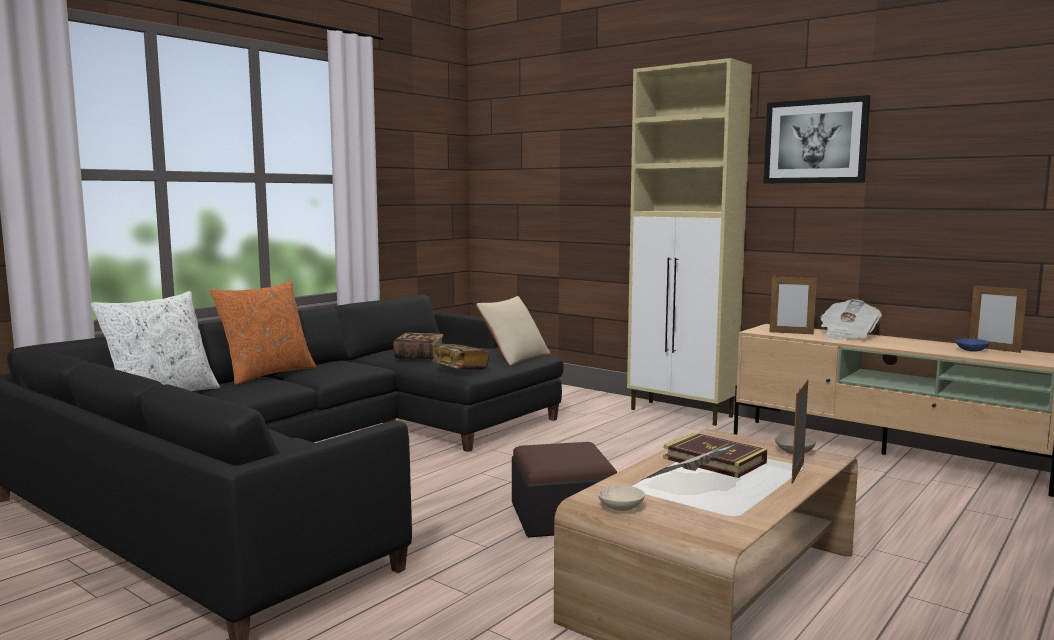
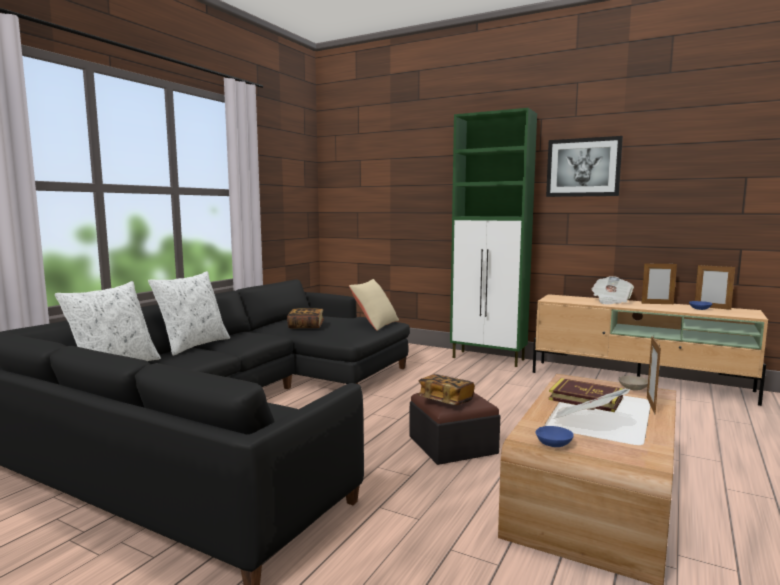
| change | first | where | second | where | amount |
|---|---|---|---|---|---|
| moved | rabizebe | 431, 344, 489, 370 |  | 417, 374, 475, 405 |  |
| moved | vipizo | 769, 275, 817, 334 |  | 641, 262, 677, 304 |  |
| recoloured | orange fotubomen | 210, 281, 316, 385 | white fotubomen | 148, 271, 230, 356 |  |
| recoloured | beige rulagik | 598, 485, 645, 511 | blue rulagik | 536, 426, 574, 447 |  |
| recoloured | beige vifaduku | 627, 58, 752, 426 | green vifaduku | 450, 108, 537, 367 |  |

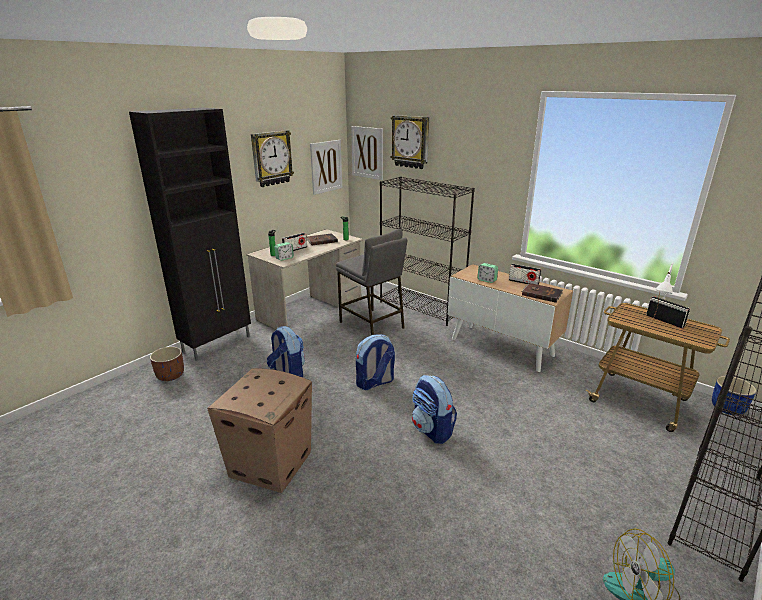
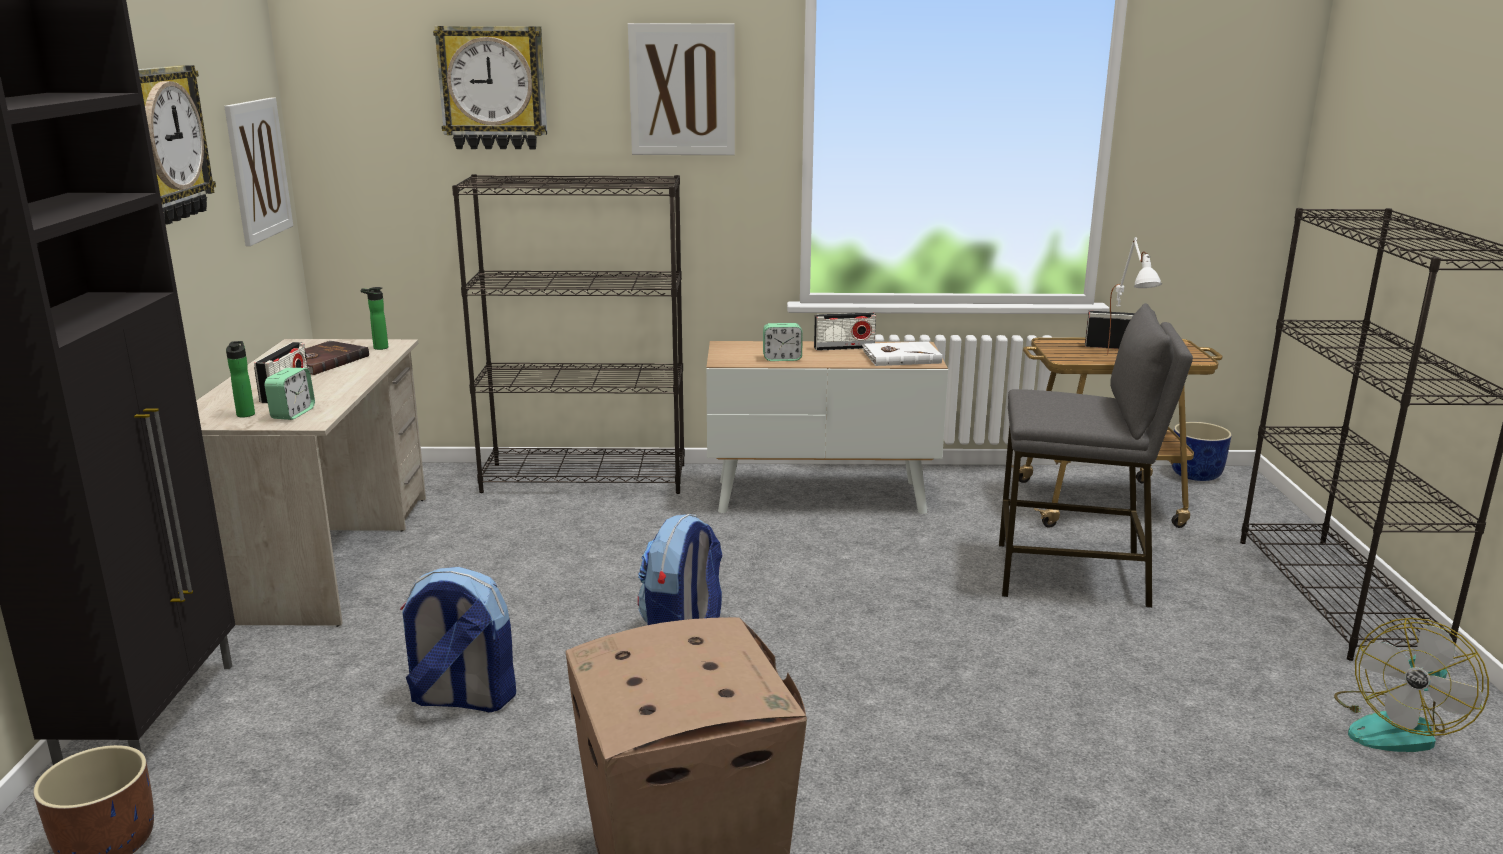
| change | first | where | second | where | amount |
|---|---|---|---|---|---|
| removed | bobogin | 412, 375, 457, 444 |  |  |  |
| moved | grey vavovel | 336, 229, 407, 335 |  | 999, 303, 1193, 608 |  |
| moved | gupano | 351, 126, 383, 180 |  | 628, 23, 735, 155 |  |
| recoloured | brown rabizebe | 522, 283, 563, 303 | white rabizebe | 862, 341, 942, 366 |  |

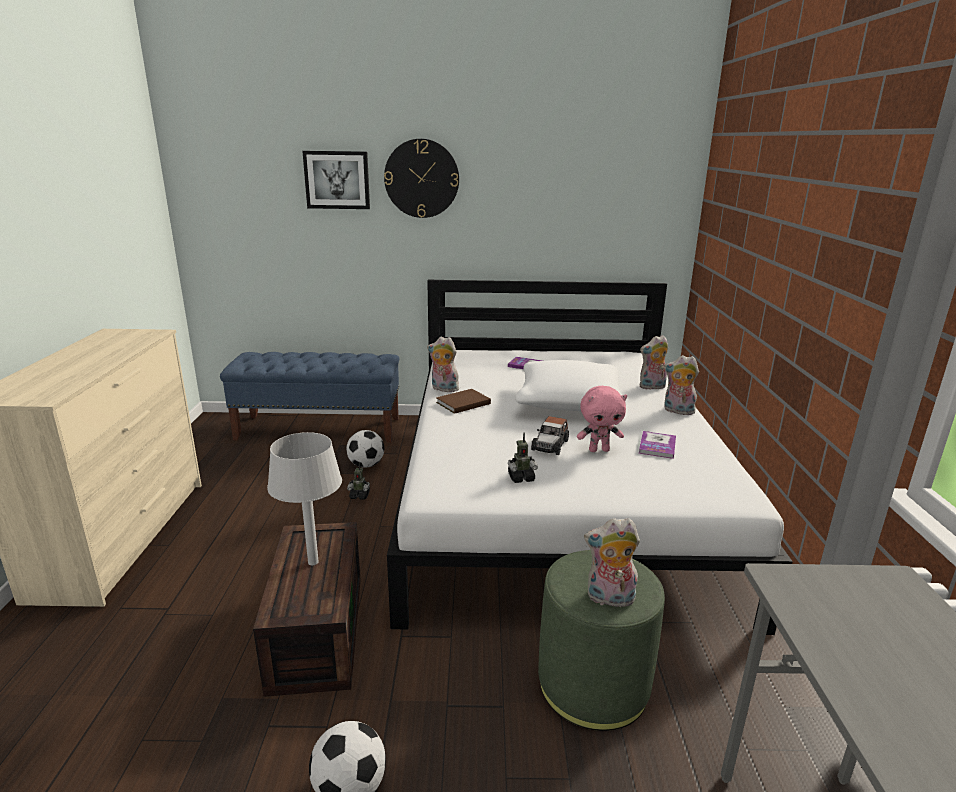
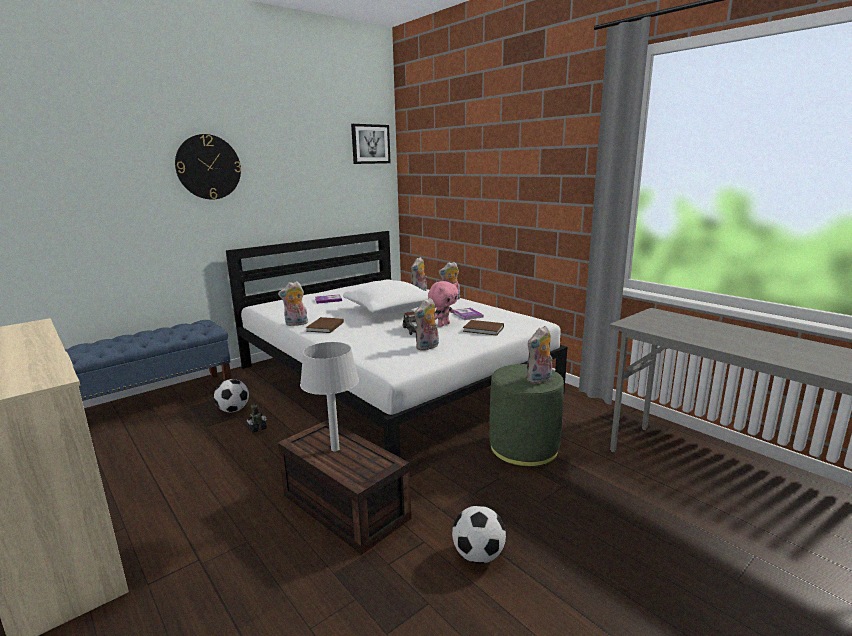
| change | first | where | second | where | amount |
|---|---|---|---|---|---|
| added |  |  | brown rabizebe | 463, 320, 504, 336 |  |
| moved | gupano | 302, 151, 370, 209 |  | 351, 124, 391, 164 |  |
| replaced | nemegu | 508, 432, 538, 483 | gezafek | 414, 298, 439, 351 |  |

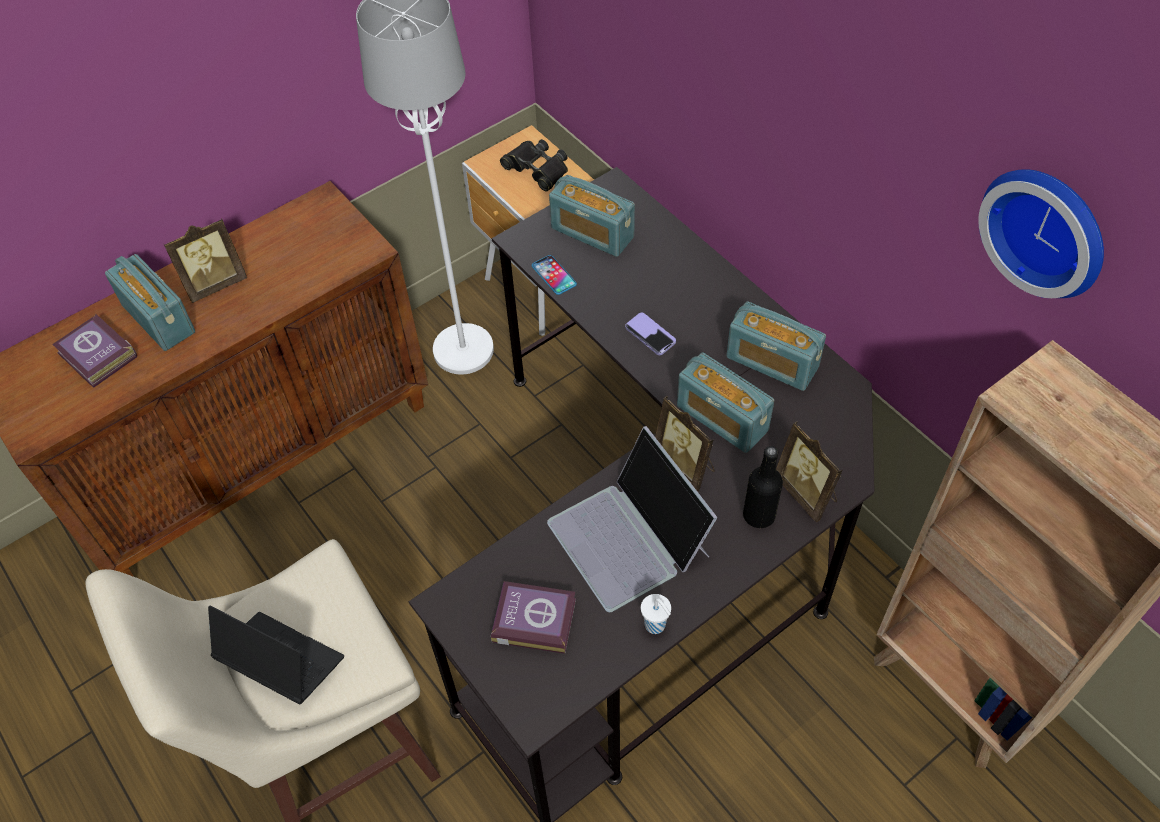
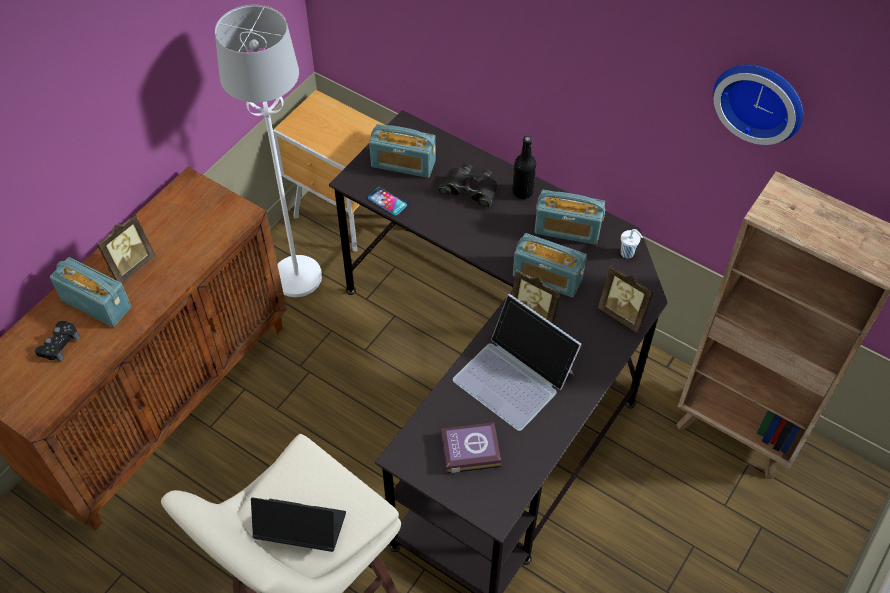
| change | first | where | second | where | amount |
|---|---|---|---|---|---|
| removed | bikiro | 625, 313, 676, 355 |  |  |  |
| moved | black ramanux | 500, 139, 568, 192 |  | 438, 164, 498, 208 |  |
| moved | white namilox | 641, 594, 671, 634 |  | 621, 229, 643, 258 |  |
| moved | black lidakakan | 743, 446, 783, 528 |  | 512, 136, 536, 199 |  |
| replaced | rabizebe | 52, 313, 137, 388 | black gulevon | 34, 321, 81, 362 |  |

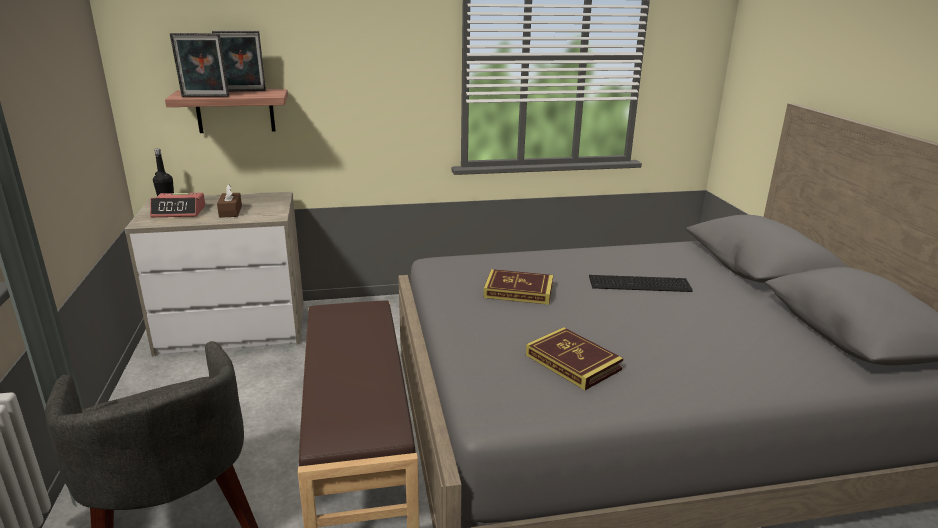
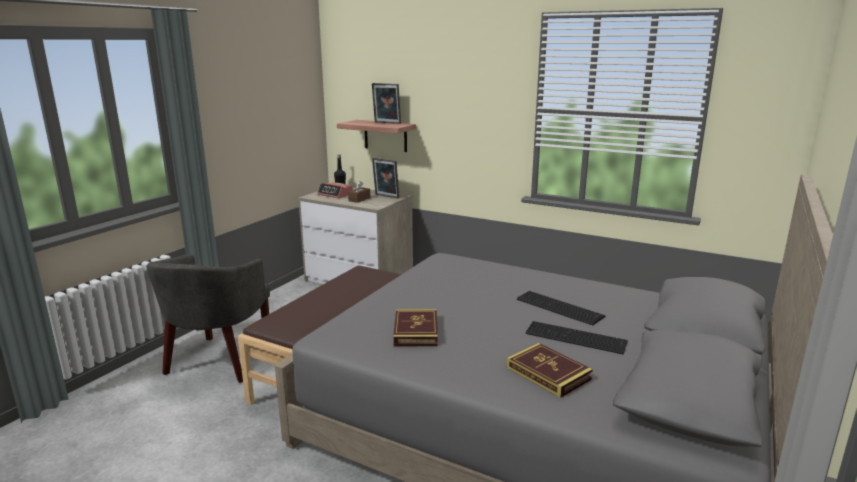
| change | first | where | second | where | amount |
|---|---|---|---|---|---|
| added |  |  | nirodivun | 526, 321, 628, 354 |  |
| moved | vipizo | 170, 33, 229, 97 |  | 372, 158, 399, 198 |  |
| moved | rabizebe | 484, 269, 553, 305 |  | 507, 343, 593, 398 |  |

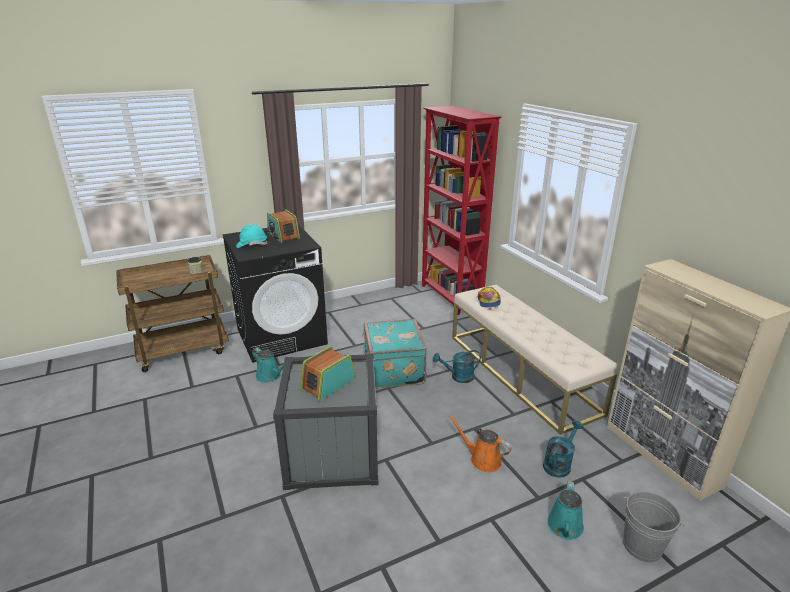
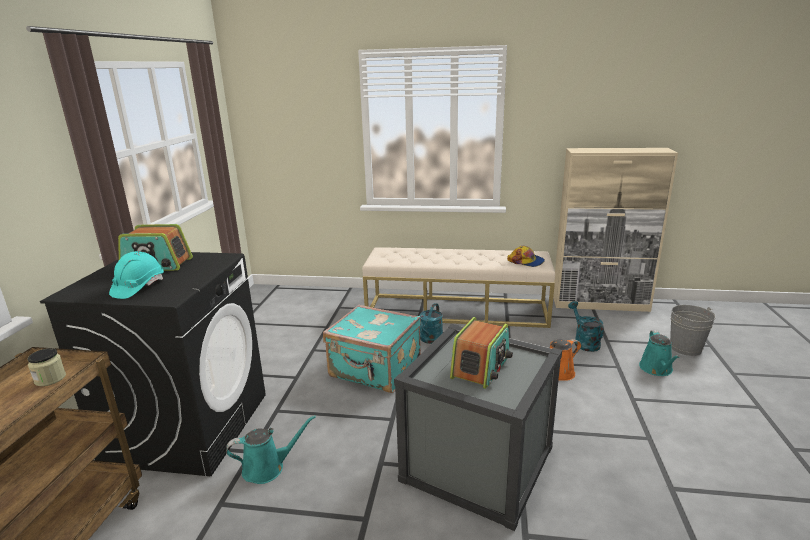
| change | first | where | second | where | amount |
|---|---|---|---|---|---|
| removed | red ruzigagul | 422, 106, 501, 315 |  |  |  |
| moved | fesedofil | 478, 287, 501, 307 |  | 507, 246, 545, 267 |  |
| turned | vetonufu | 300, 346, 356, 401 |  | 450, 317, 513, 389 | 135 degrees counterclockwise |
| turned | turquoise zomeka | 547, 481, 584, 540 |  | 639, 330, 679, 376 | 45 degrees clockwise |

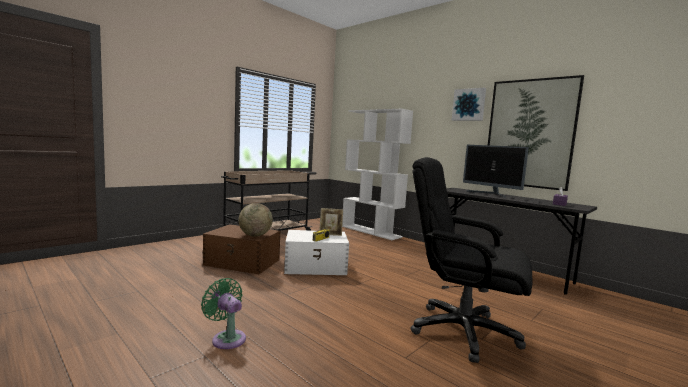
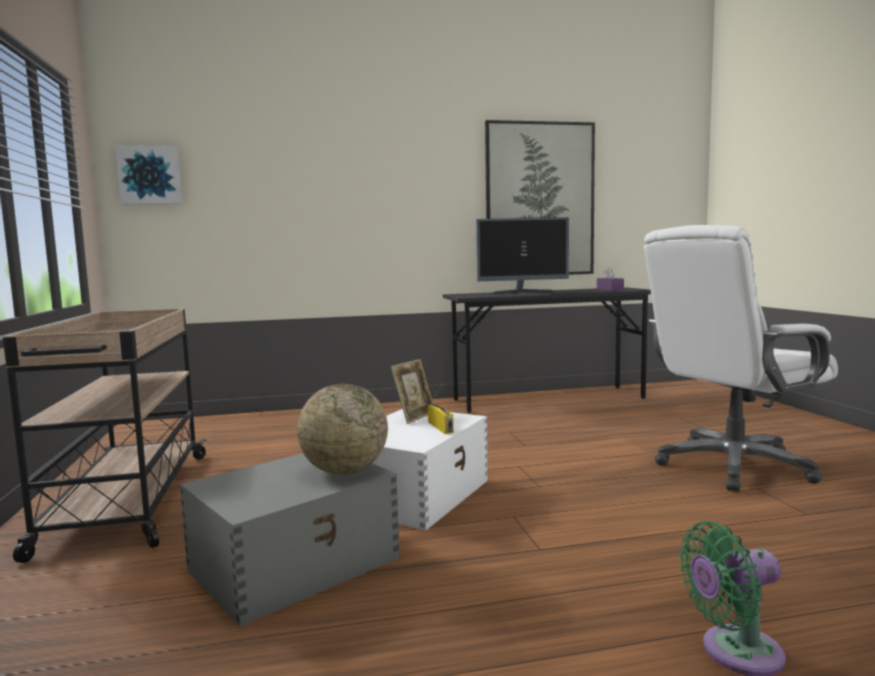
| change | first | where | second | where | amount |
|---|---|---|---|---|---|
| removed | white ruzigagul | 342, 109, 413, 240 |  |  |  |
| moved | gupano | 452, 87, 486, 121 |  | 115, 145, 183, 204 |  |
| recoloured | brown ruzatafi | 203, 224, 280, 274 | grey ruzatafi | 180, 453, 400, 627 |  |
| recoloured | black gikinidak | 410, 157, 533, 363 | white gikinidak | 644, 225, 838, 492 |  |

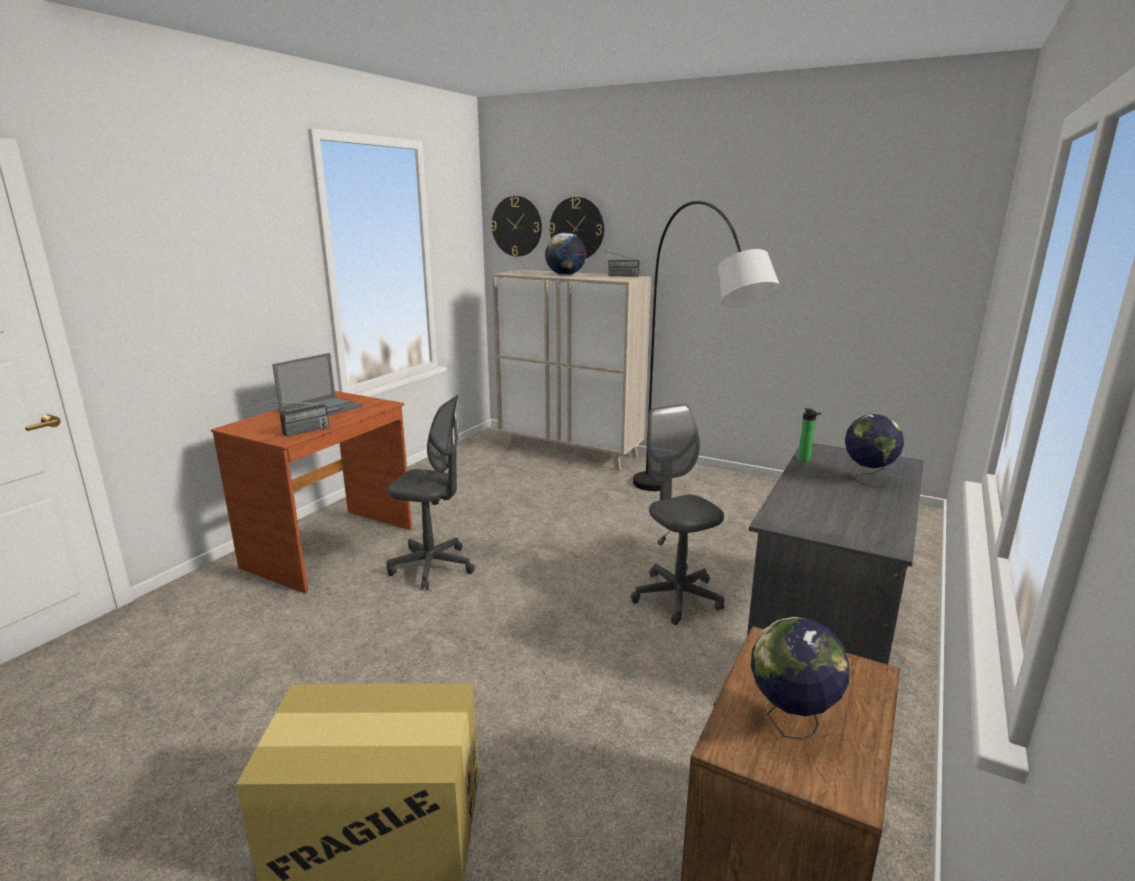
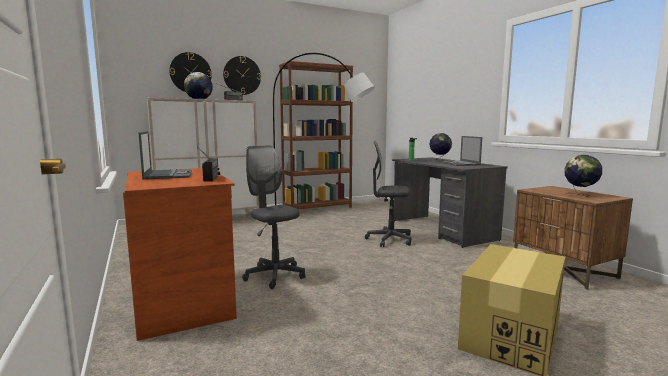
| change | first | where | second | where | amount |
|---|---|---|---|---|---|
| added |  |  | brown ruzigagul | 279, 61, 353, 209 |  |
| added |  |  | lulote | 439, 136, 482, 166 |  |
| moved | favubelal | 491, 196, 542, 257 |  | 223, 56, 261, 95 |  |
| turned | grey gikinidak | 386, 395, 475, 590 |  | 242, 145, 305, 289 | 90 degrees counterclockwise |

